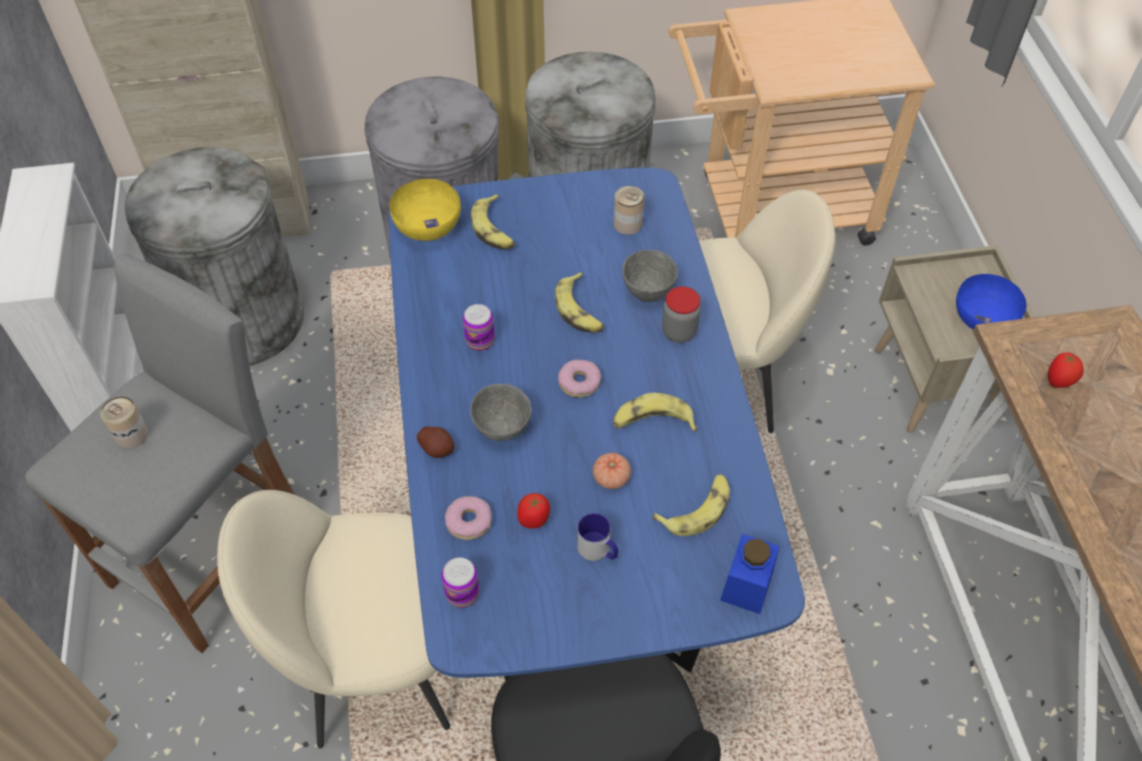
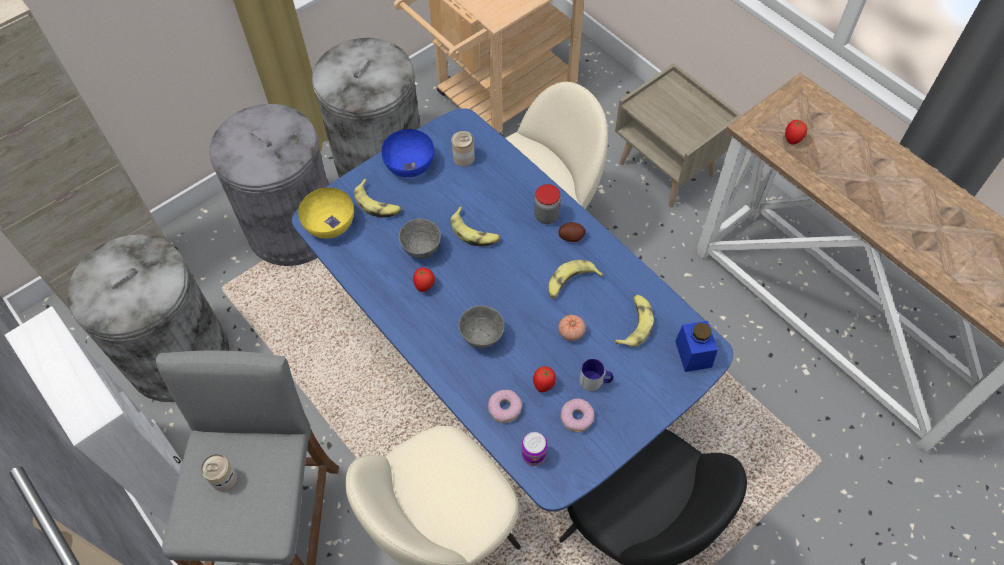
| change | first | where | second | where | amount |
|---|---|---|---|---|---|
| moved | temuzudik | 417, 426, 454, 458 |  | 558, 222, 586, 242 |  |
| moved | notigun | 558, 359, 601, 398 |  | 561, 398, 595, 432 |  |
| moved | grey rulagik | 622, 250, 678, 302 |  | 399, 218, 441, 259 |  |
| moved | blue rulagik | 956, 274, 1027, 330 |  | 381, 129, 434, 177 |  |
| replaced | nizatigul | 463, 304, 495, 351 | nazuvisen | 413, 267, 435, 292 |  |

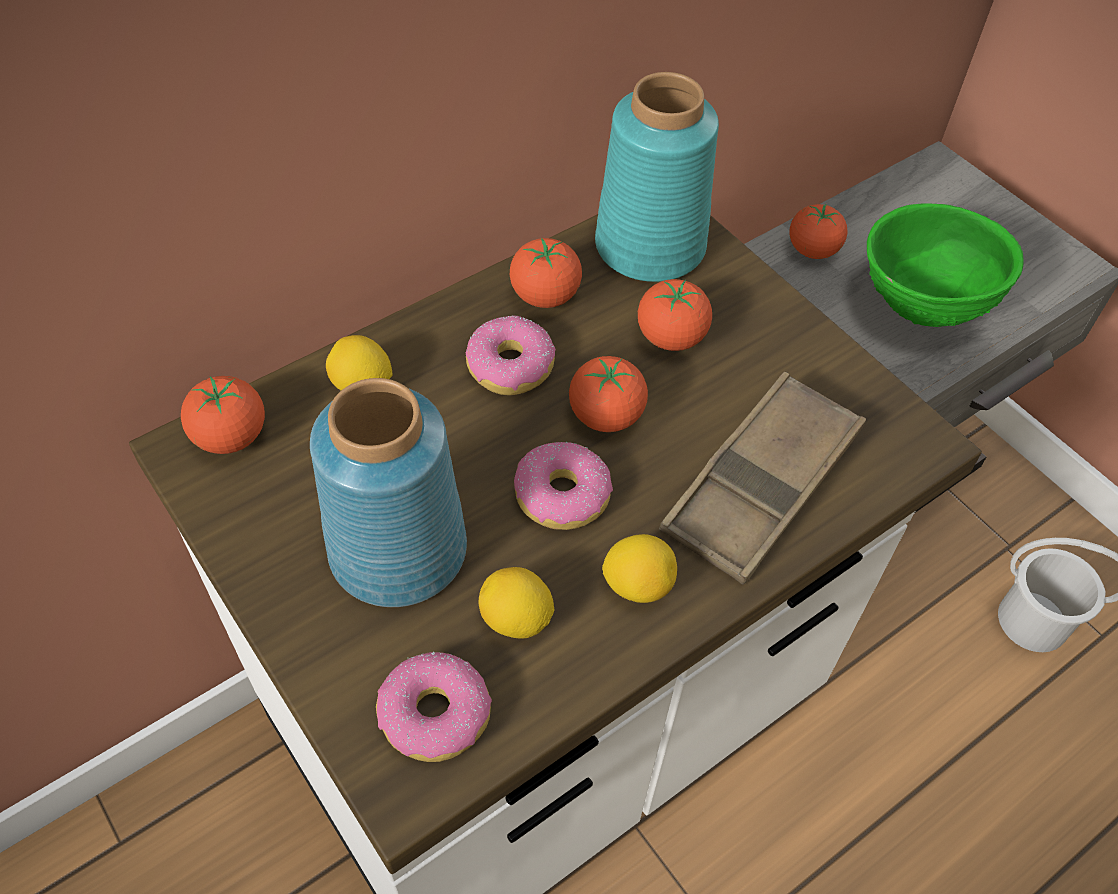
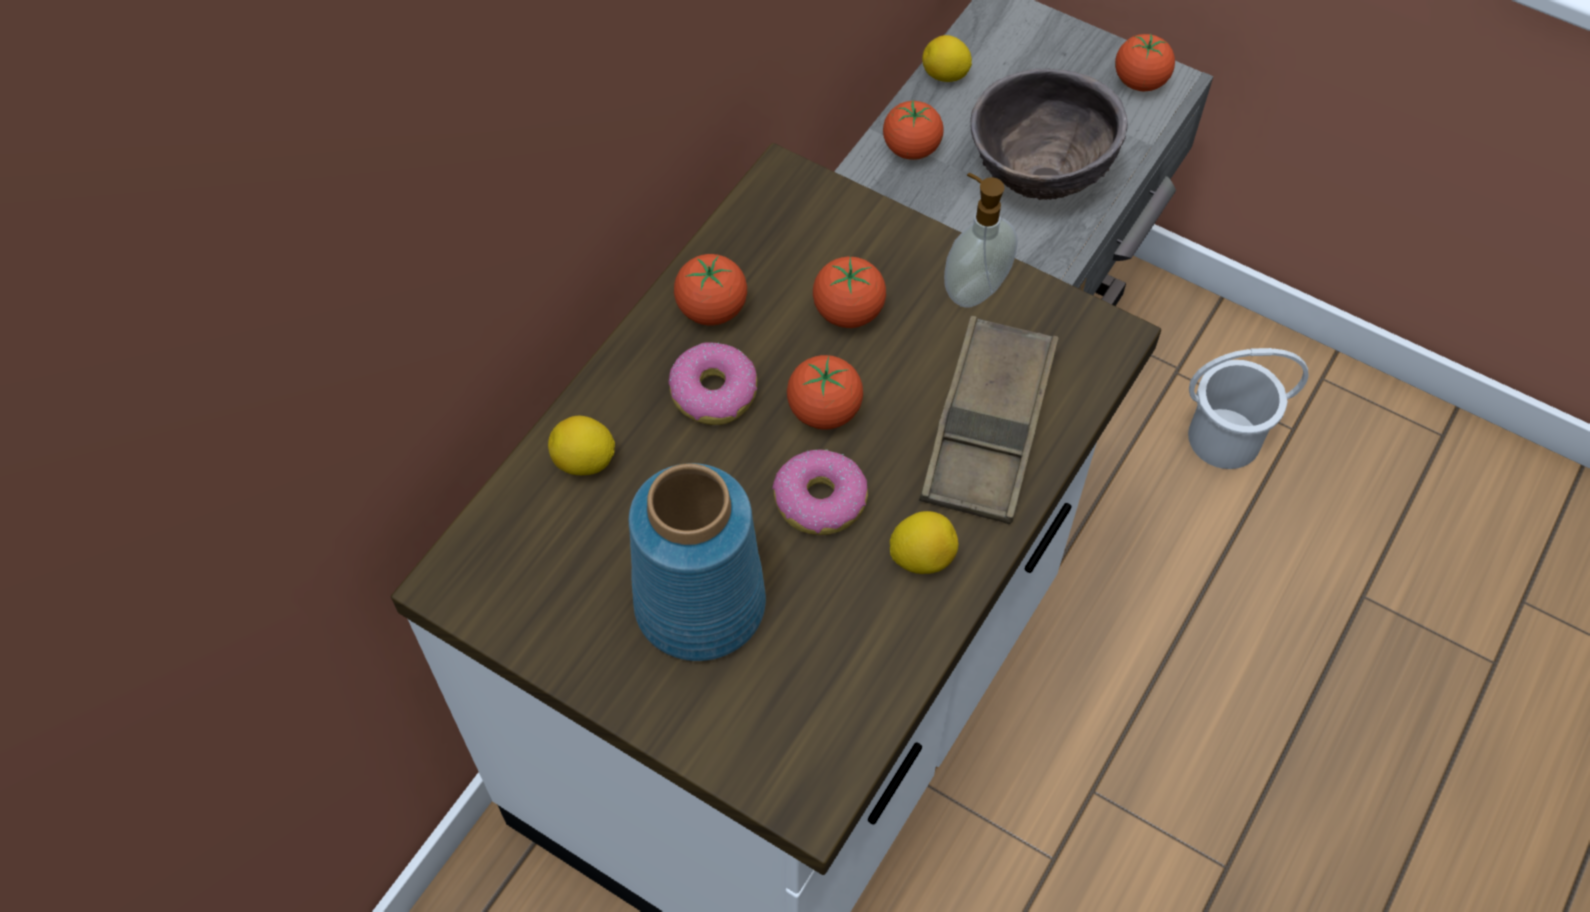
| change | first | where | second | where | amount |
|---|---|---|---|---|---|
| removed | notigun | 376, 651, 492, 762 |  |  |  |
| removed | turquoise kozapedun | 595, 72, 719, 282 |  |  |  |
| added |  |  | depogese | 944, 173, 1018, 308 |  |
| moved | nazuvisen | 181, 376, 265, 454 |  | 1115, 33, 1175, 91 |  |
| moved | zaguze | 479, 567, 555, 638 |  | 922, 35, 972, 82 |  |
| recoloured | green rulagik | 867, 203, 1023, 327 | brown rulagik | 970, 68, 1128, 200 |  |

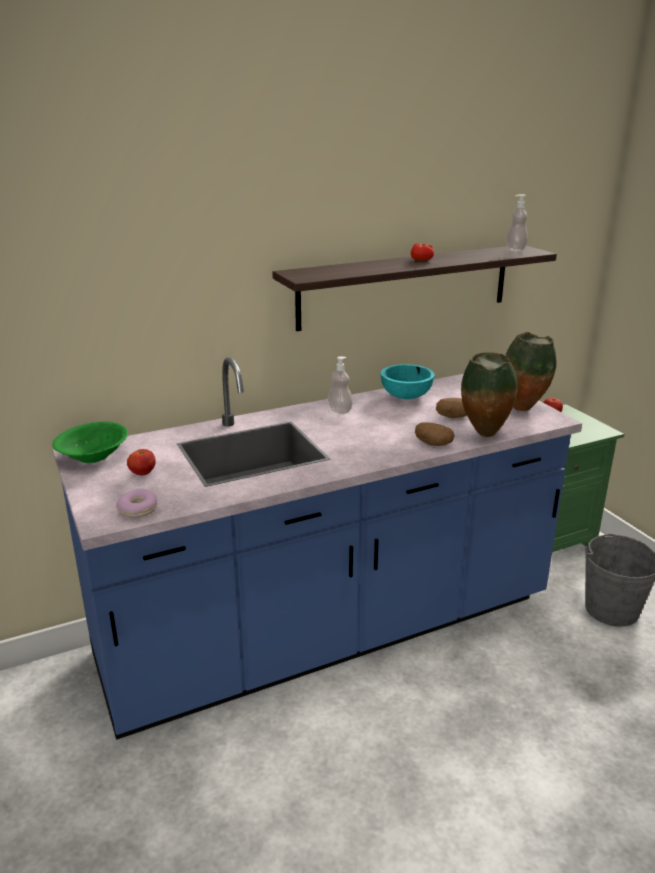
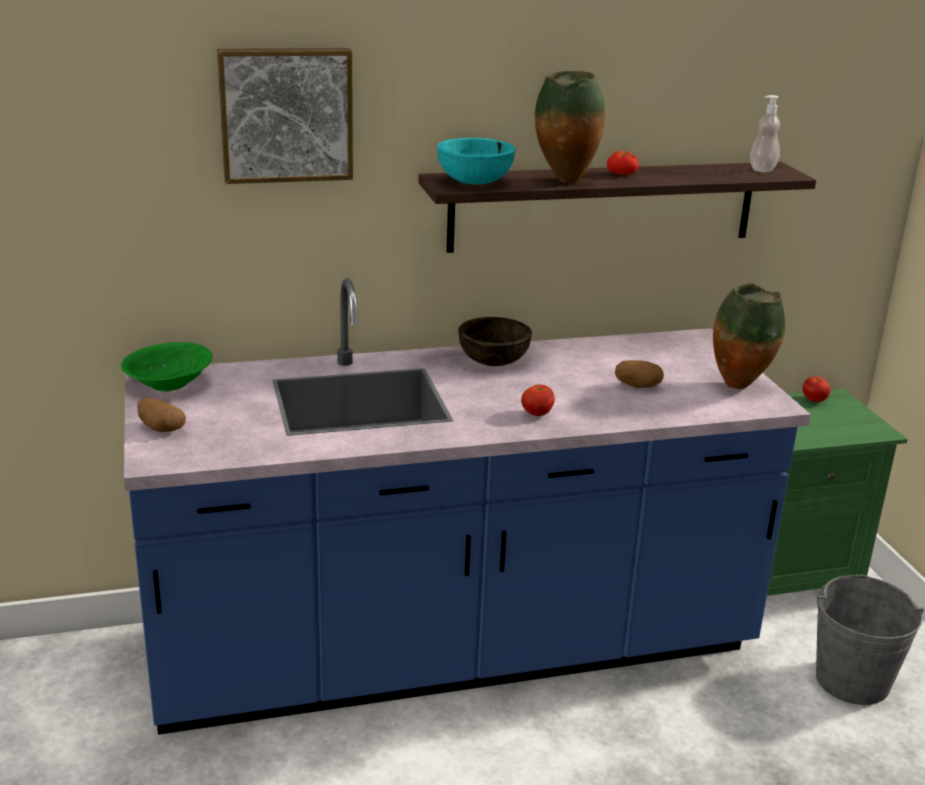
| change | first | where | second | where | amount |
|---|---|---|---|---|---|
| removed | notigun | 116, 489, 157, 518 |  |  |  |
| added |  |  | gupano | 217, 48, 353, 184 |  |
| moved | nazuvisen | 127, 449, 156, 475 |  | 521, 384, 555, 416 |  |
| moved | turquoise rulagik | 380, 364, 435, 399 |  | 437, 138, 516, 184 |  |
| moved | temuzudik | 415, 422, 455, 446 |  | 137, 398, 186, 432 |  |
| moved | kozapedun | 461, 352, 517, 437 |  | 535, 71, 605, 183 |  |
| replaced | depogese | 328, 356, 353, 414 | brown rulagik | 458, 317, 532, 366 |  |

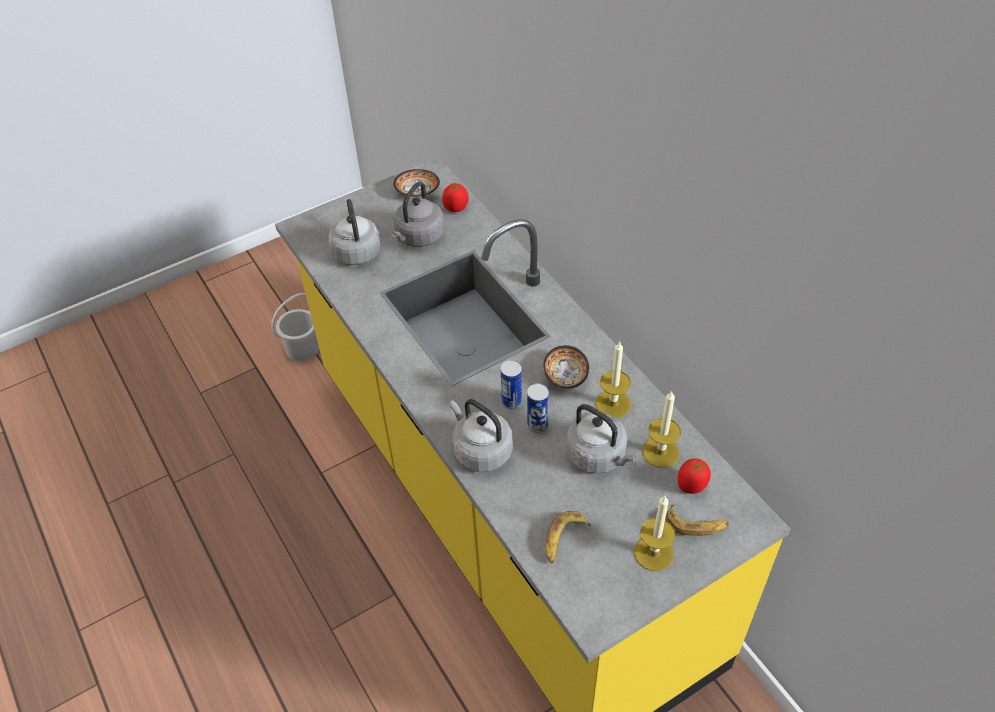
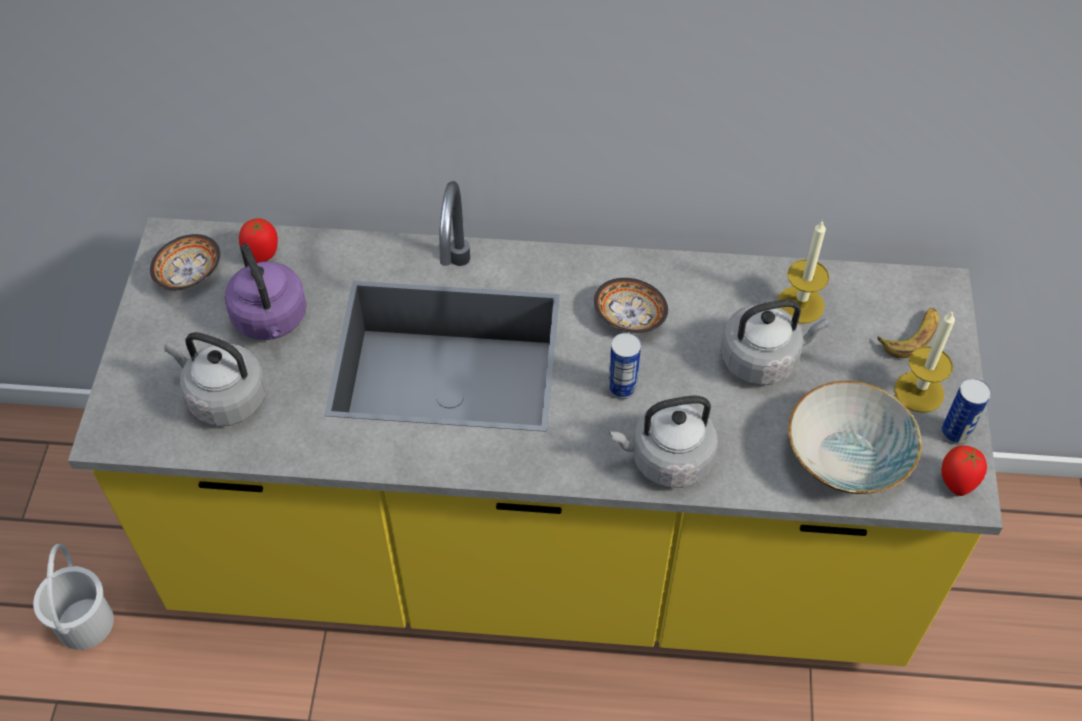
| change | first | where | second | where | amount |
|---|---|---|---|---|---|
| removed | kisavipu | 595, 341, 631, 418 |  |  |  |
| moved | nizatigul | 527, 383, 549, 433 |  | 941, 378, 991, 444 |  |
| moved | nazuvisen | 678, 458, 711, 494 |  | 942, 446, 987, 496 |  |
| replaced | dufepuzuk | 545, 511, 591, 563 | rulagik | 789, 381, 922, 494 |  |
| recoloured | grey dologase | 392, 182, 444, 247 | purple dologase | 225, 243, 307, 340 |  |

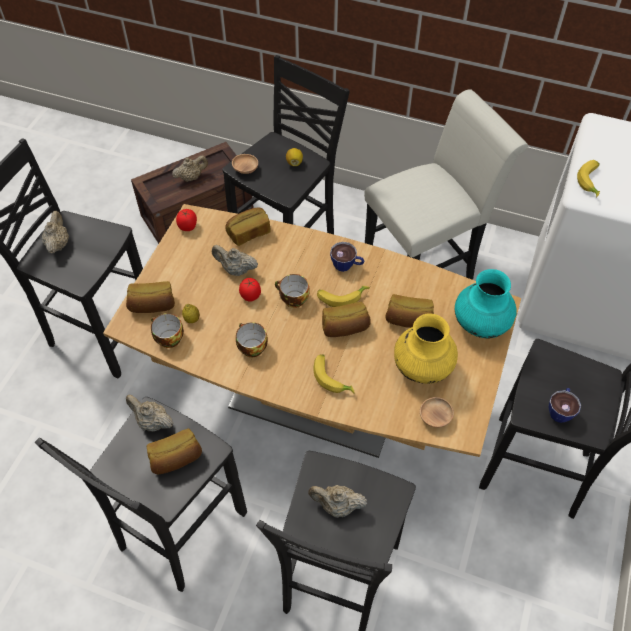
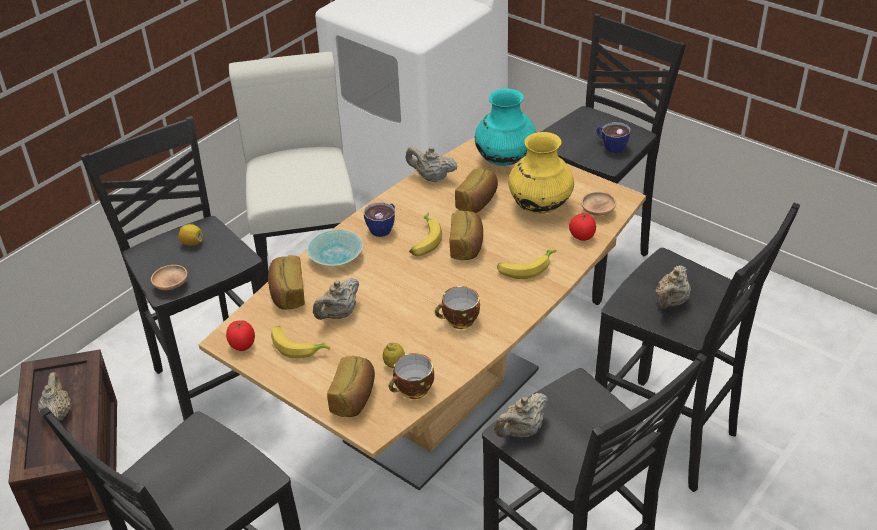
| change | first | where | second | where | amount |
|---|---|---|---|---|---|
| removed | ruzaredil | 147, 428, 202, 474 |  |  |  |
| removed | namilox | 275, 274, 310, 308 |  |  |  |
| added |  |  | turquoise rulagik | 307, 230, 363, 266 |  |
| moved | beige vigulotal | 42, 211, 69, 254 |  | 406, 147, 457, 182 |  |
| moved | nazuvisen | 239, 278, 261, 302 |  | 569, 213, 596, 241 |  |
| moved | dufepuzuk | 577, 160, 600, 198 |  | 271, 326, 330, 358 |  |

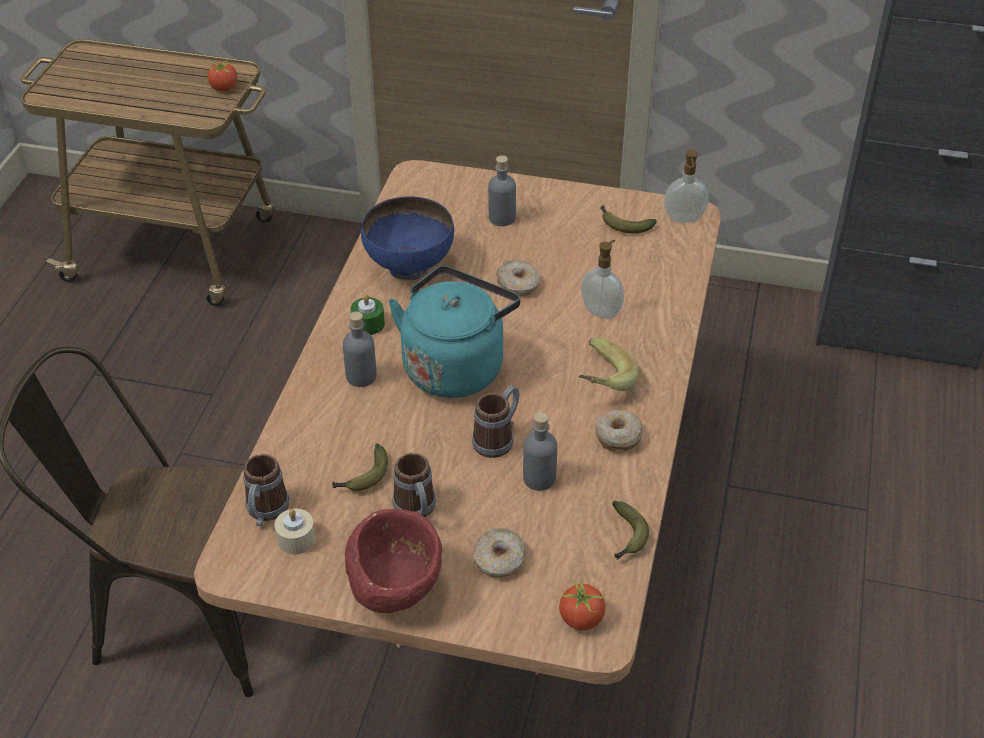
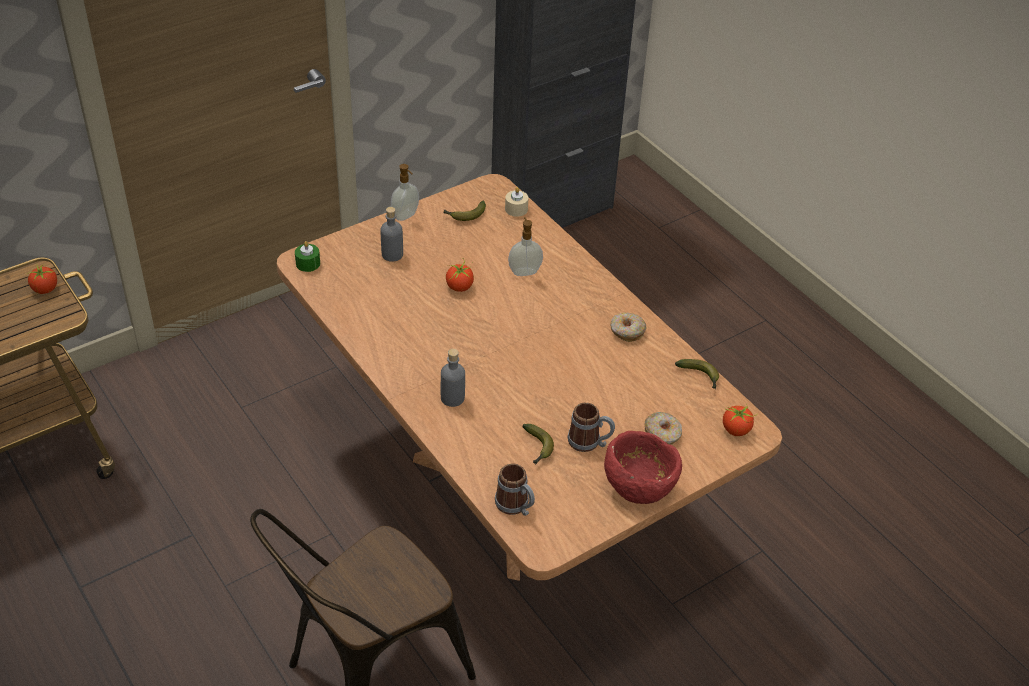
| change | first | where | second | where | amount |
|---|---|---|---|---|---|
| removed | blue rulagik | 361, 196, 454, 280 |  |  |  |
| removed | turquoise dologase | 388, 266, 520, 398 |  |  |  |
| removed | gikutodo | 472, 385, 519, 458 |  |  |  |
| removed | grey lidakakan | 523, 412, 557, 491 |  |  |  |
| removed | dufepuzuk | 578, 338, 639, 391 |  |  |  |
| moved | beige kisavipu | 275, 509, 316, 555 |  | 505, 187, 528, 217 |  |
| moved | green kisavipu | 350, 294, 385, 335 |  | 295, 241, 320, 272 |  |
| moved | depogese | 664, 150, 709, 223 |  | 391, 164, 419, 221 |  |
| replaced | notigun | 496, 260, 540, 296 | nazuvisen | 446, 258, 474, 292 |  |

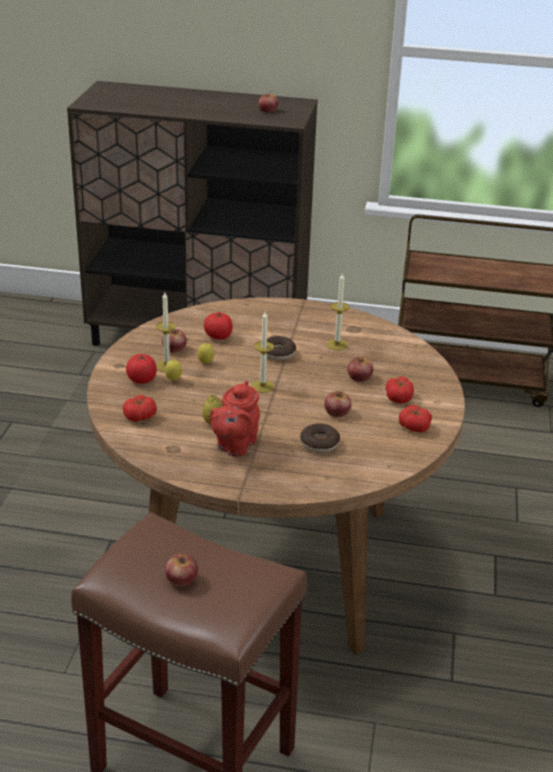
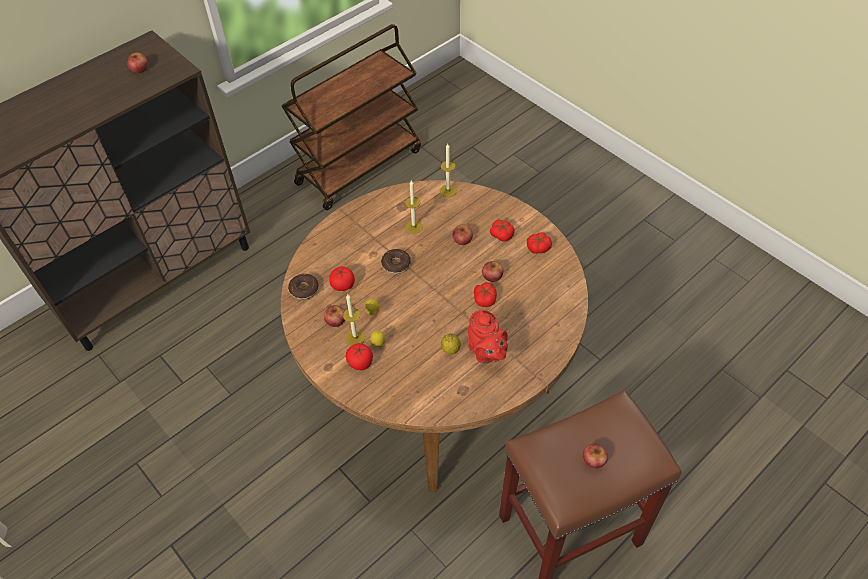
| change | first | where | second | where | amount |
|---|---|---|---|---|---|
| moved | nazuvisen | 123, 395, 157, 422 |  | 474, 283, 497, 307 |  |
| moved | kisavipu | 252, 312, 274, 393 |  | 440, 144, 457, 197 |  |
| moved | notigun | 300, 423, 340, 453 |  | 288, 274, 319, 300 |  |

